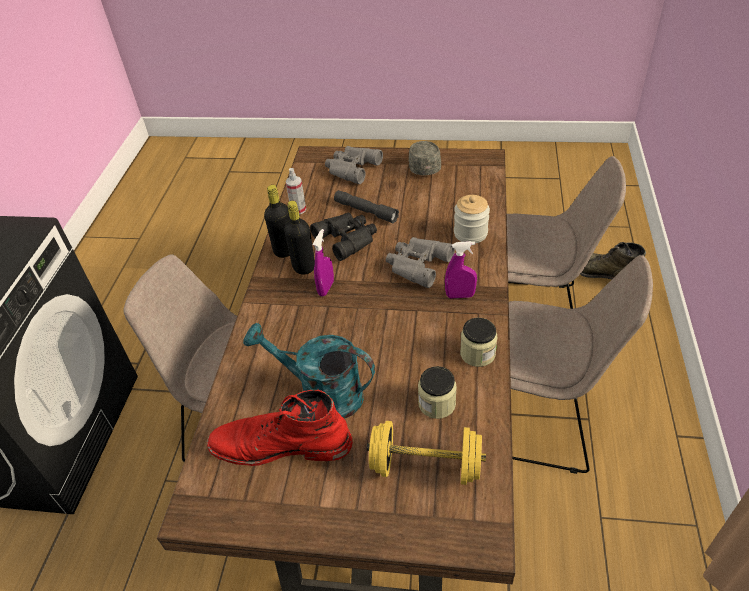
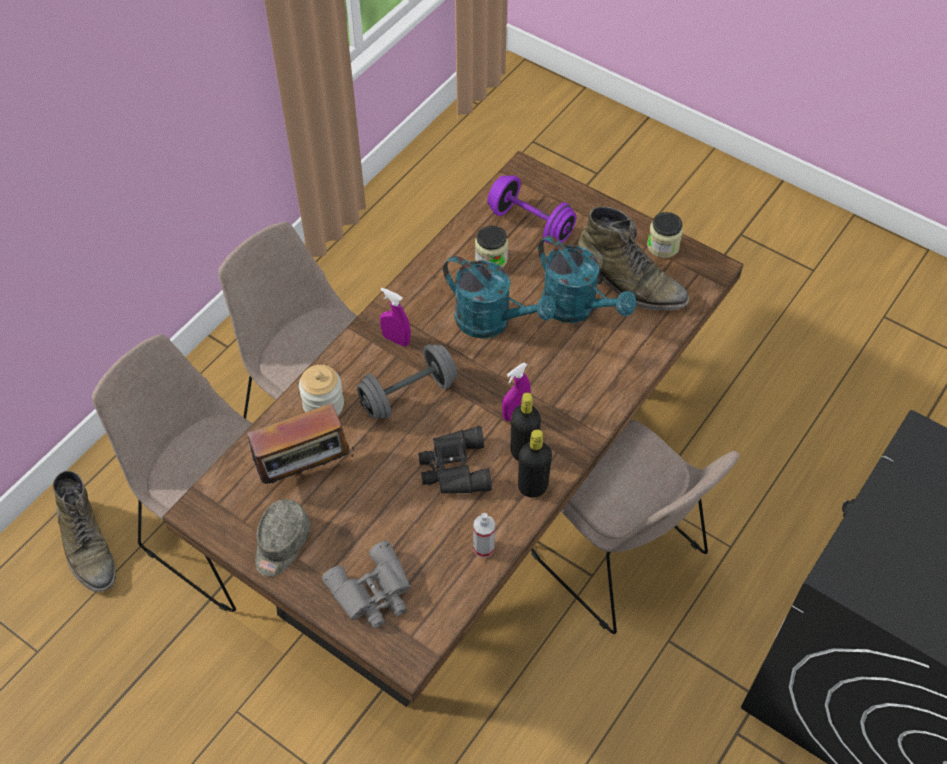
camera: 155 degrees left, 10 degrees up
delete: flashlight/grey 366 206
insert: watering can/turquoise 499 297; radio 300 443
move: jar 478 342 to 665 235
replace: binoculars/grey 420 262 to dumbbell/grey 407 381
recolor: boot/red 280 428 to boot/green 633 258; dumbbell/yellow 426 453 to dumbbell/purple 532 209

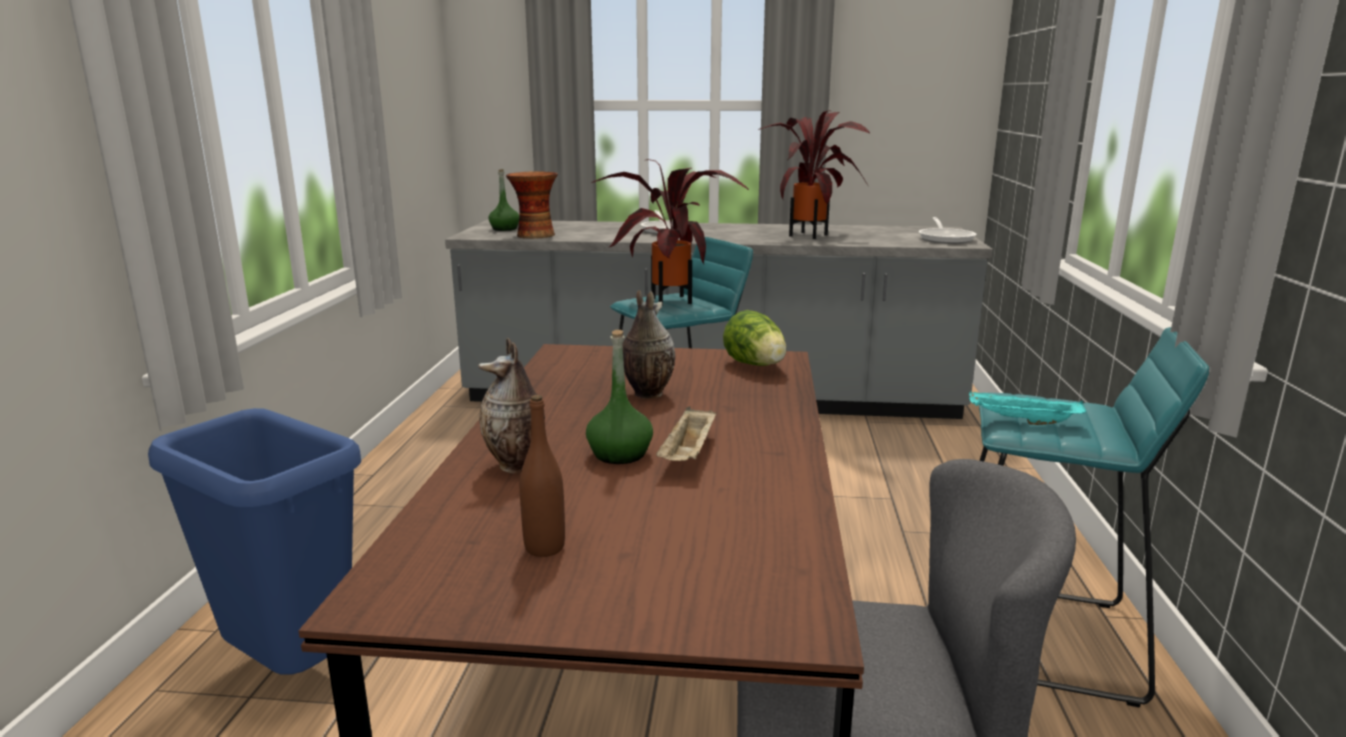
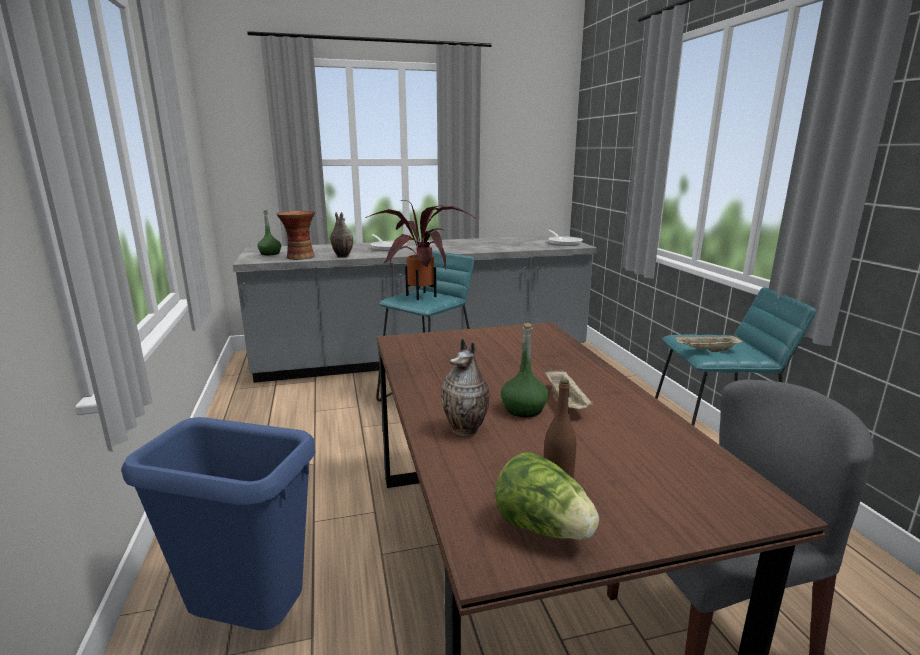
camera: 20 degrees left, 0 degrees up
delete: potted plant 814 174
move: vase 649 344 to 341 235; lettuce 755 338 to 547 496
recolor: tray/turquoise 1027 408 to tray/beige 708 343

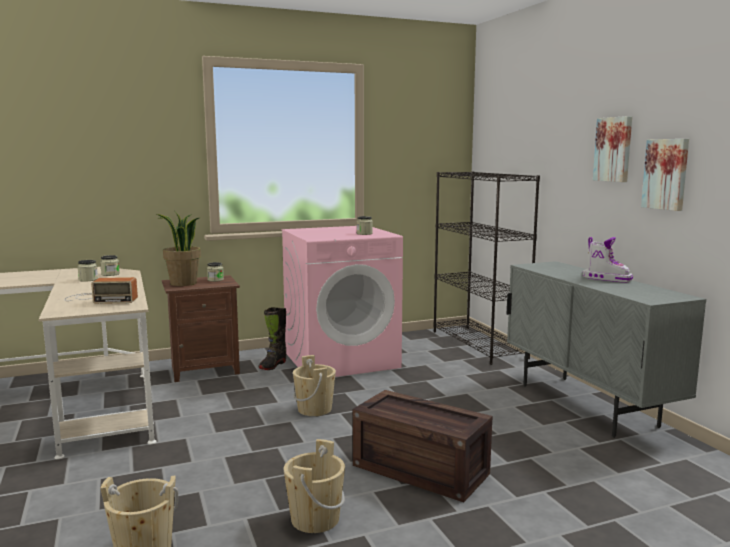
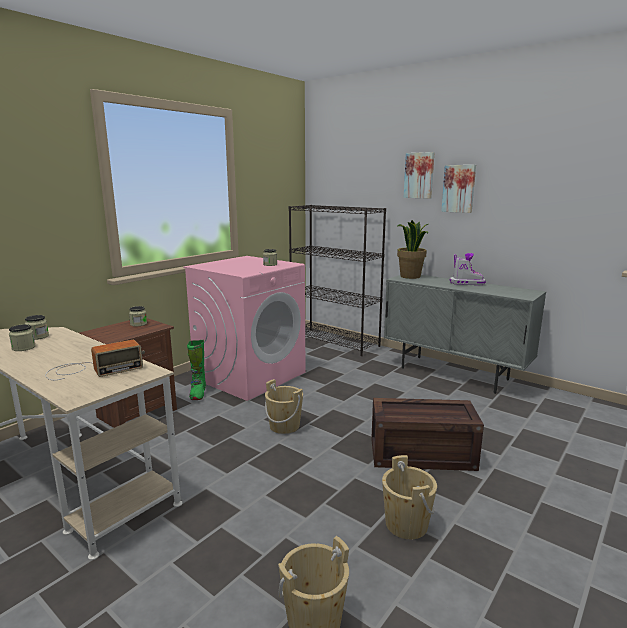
camera: 30 degrees left, 5 degrees up
move: picture 665 175 to 419 175; potted plant 179 249 to 412 249
recolor: boot/black 272 338 to boot/green 196 370

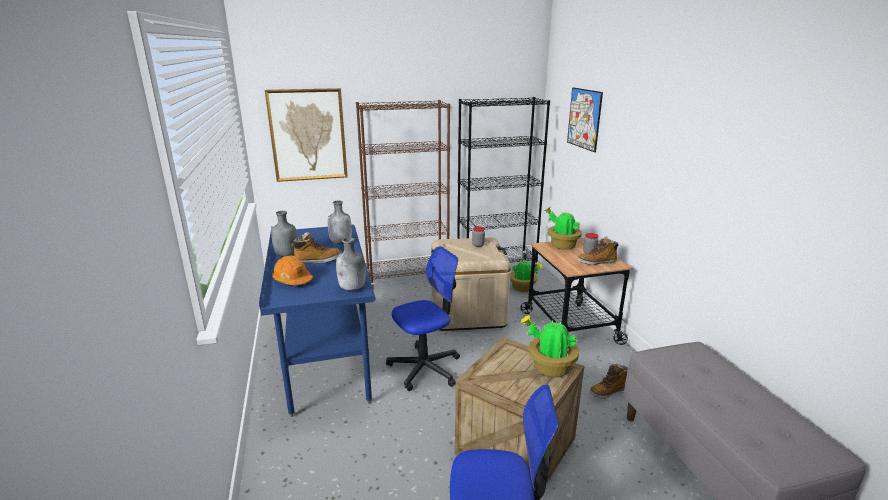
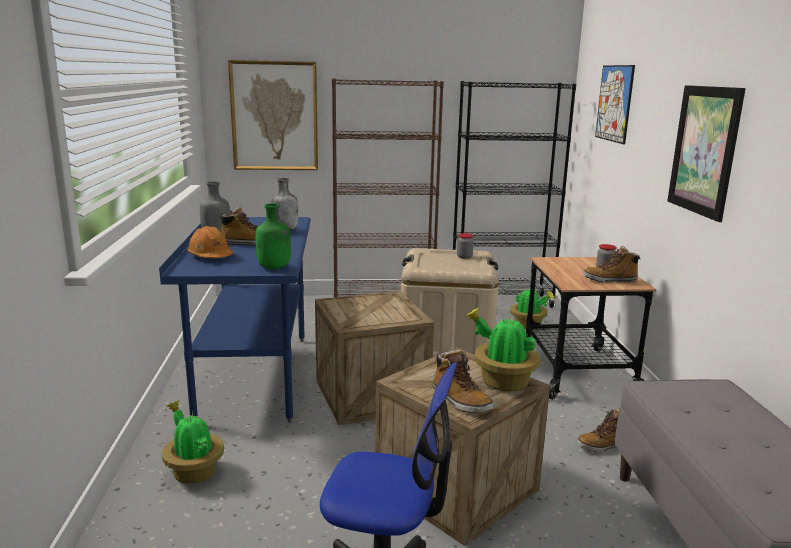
camera: 10 degrees right, 5 degrees down
insert: picture 706 153; boot 462 381
move: potted plant 563 228 to 193 442
replace: office chair 423 318 to crate 374 358
recolor: bottle/grey 351 264 to bottle/green 273 236

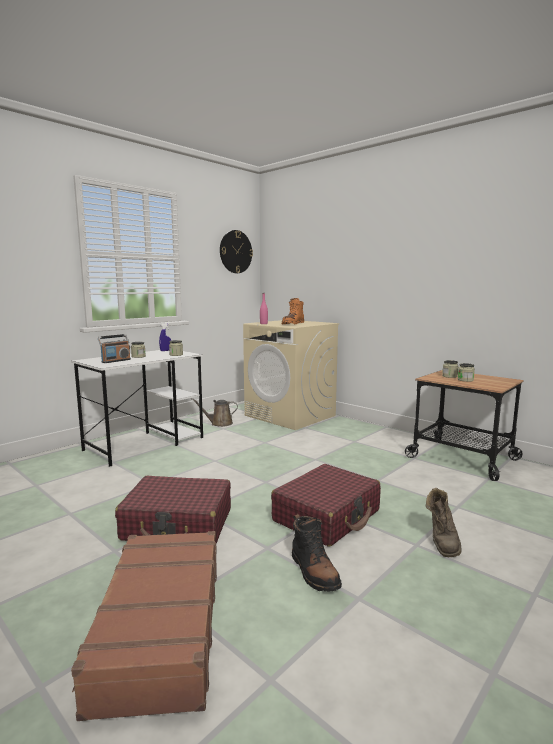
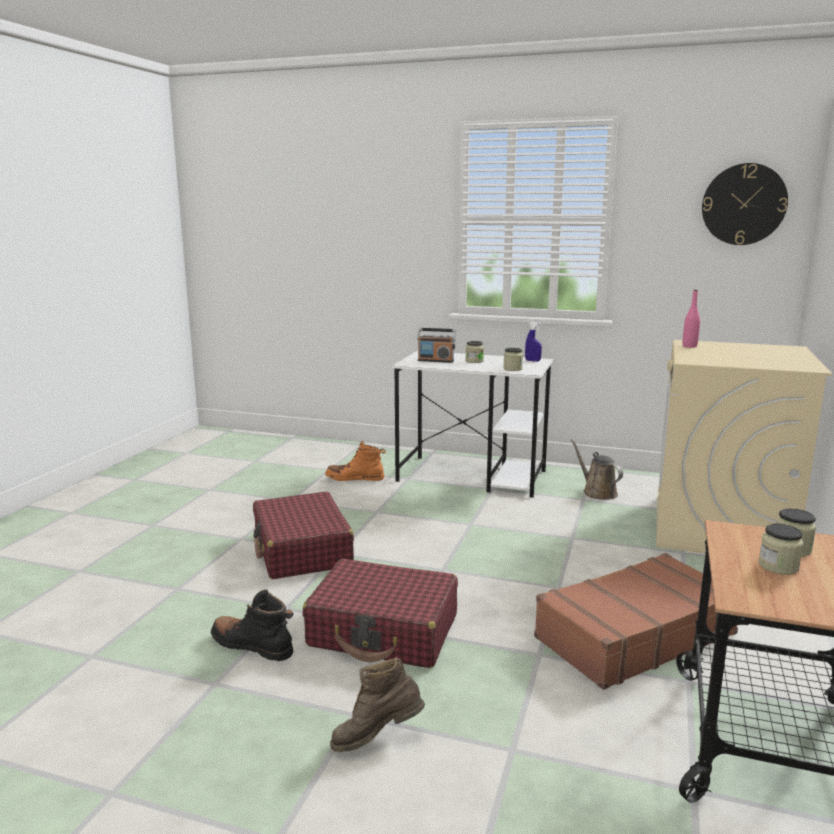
camera: 65 degrees right, 5 degrees up
move: boot/orange 293 311 to 355 461; suitcase/brown 144 626 to 636 621
rotate: boot/black 317 553 = 252 625 75 degrees clockwise

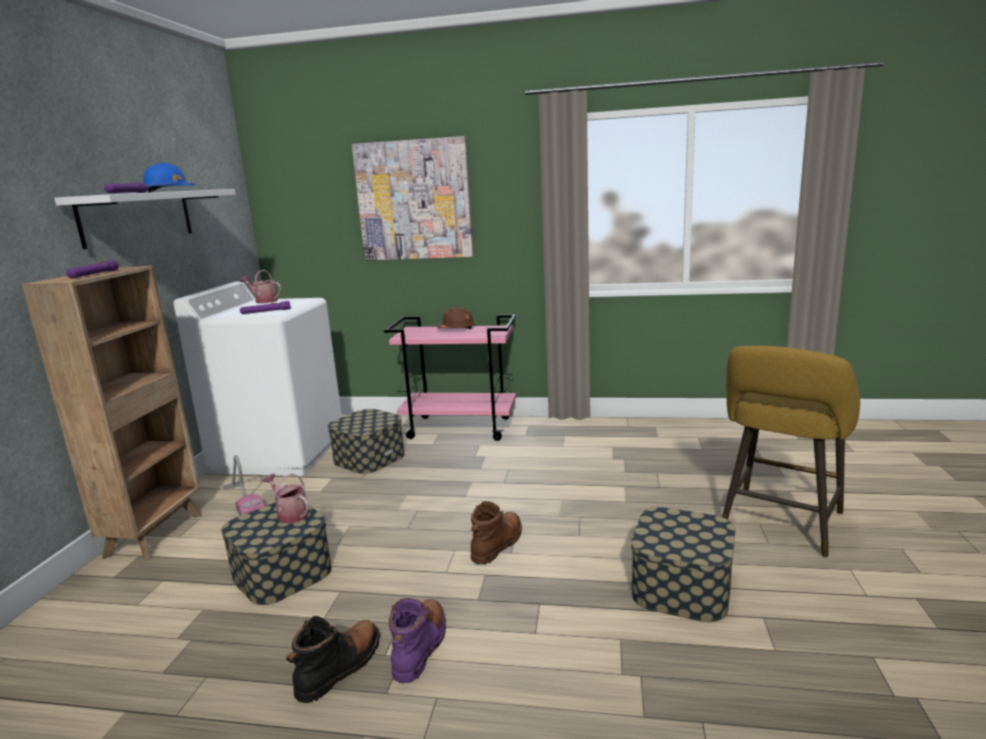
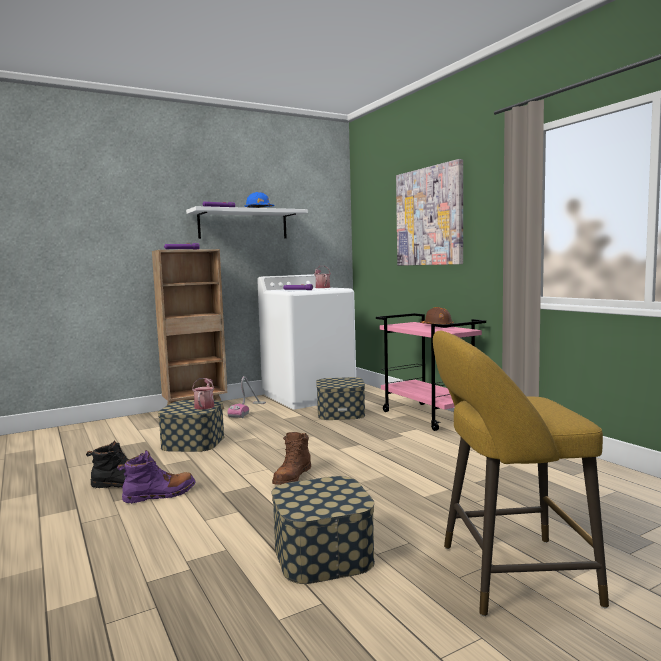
camera: 50 degrees right, 10 degrees down
rotate: boot/brown 496 532 = 291 458 120 degrees clockwise

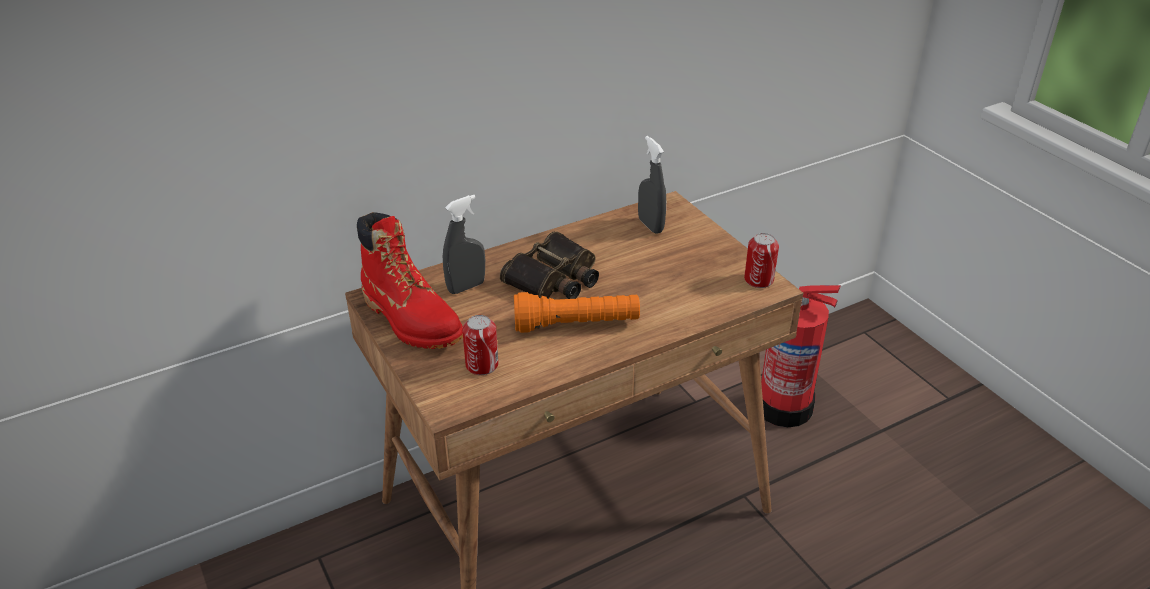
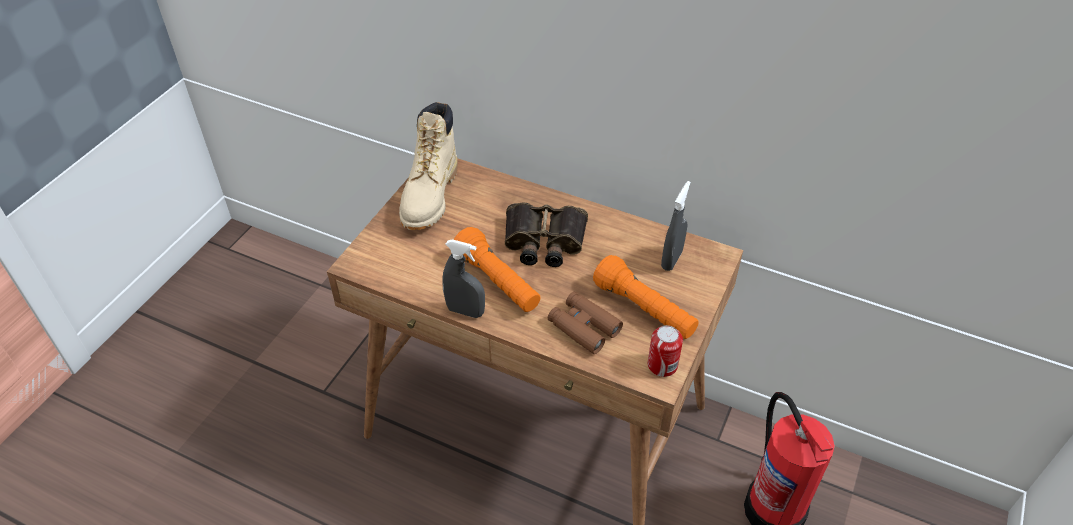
camera: 55 degrees right, 10 degrees up
delete: can 480 345
insert: flashlight/orange 646 297; binoculars/brown 585 323
move: spray bottle/grey 464 244 to 464 279
recolor: boot/red 410 280 to boot/beige 428 166

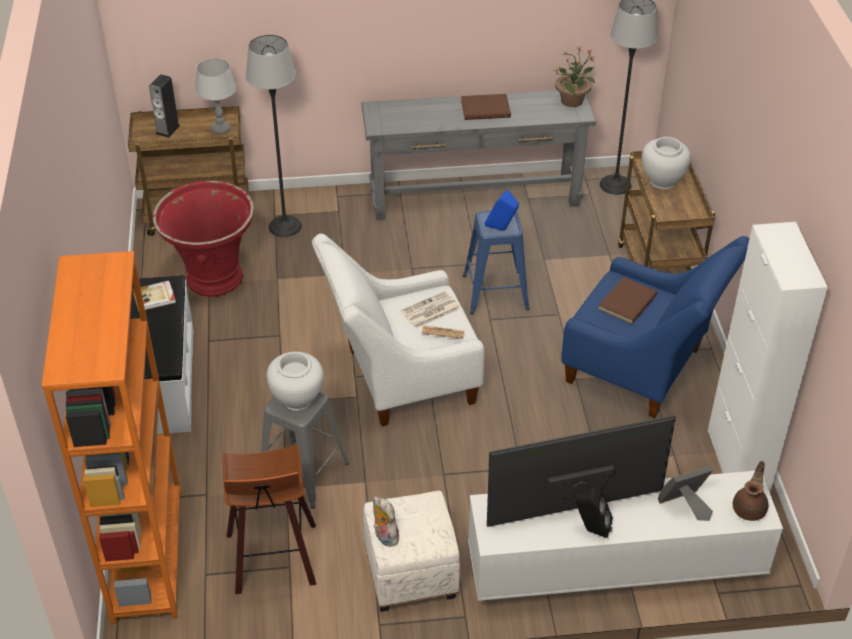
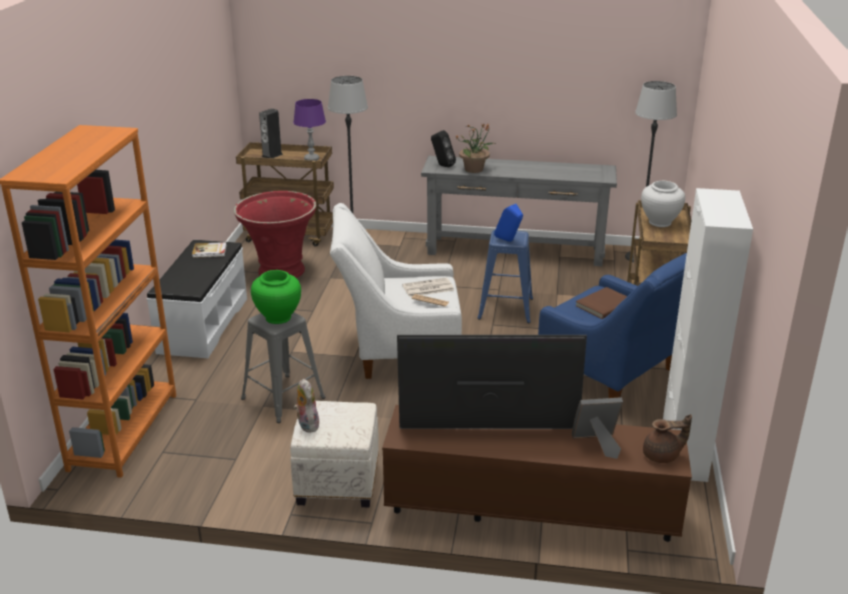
camera: 15 degrees right, 15 degrees down
delete: book/brown 486 107; stool 269 519
move: potted plant 575 77 to 475 148; speaker/black 594 512 to 443 148
recolor: table lamp/grey 215 96 to table lamp/purple 309 130; vase/white 295 381 to vase/green 276 297; tv stand/white 625 536 to tv stand/brown 537 473
rotate: teapot/brown 750 491 = 667 438 45 degrees clockwise

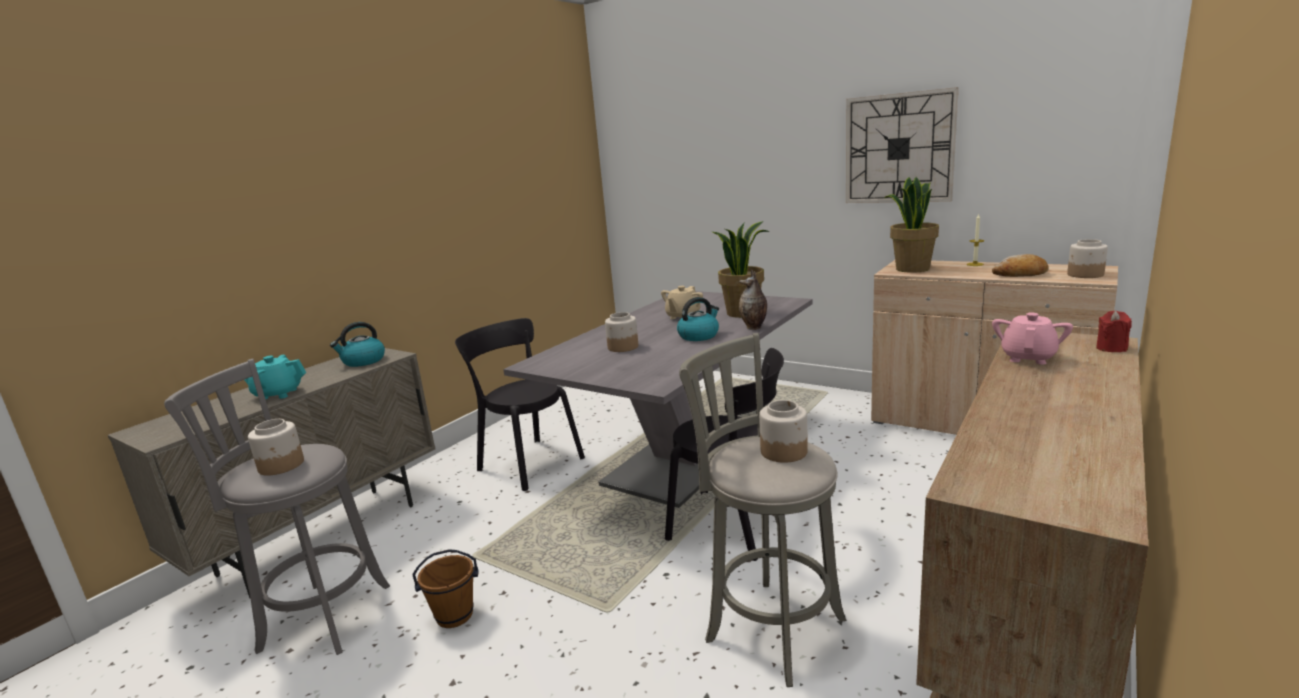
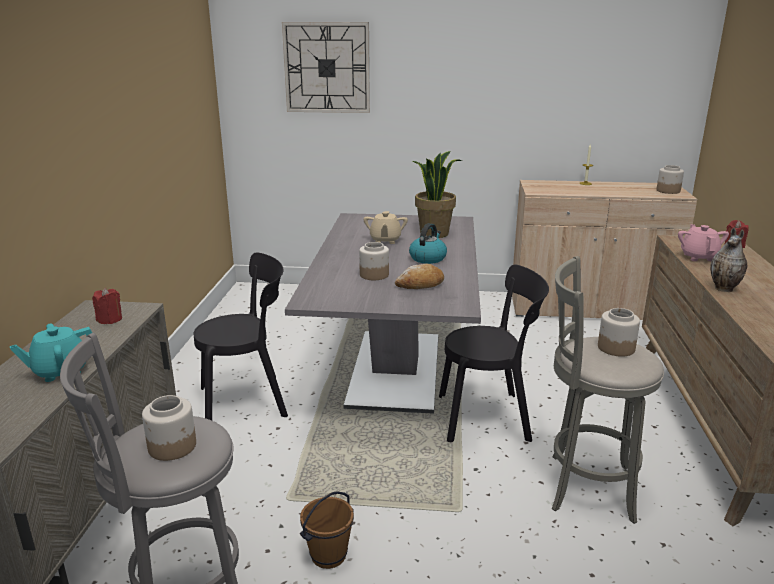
camera: 30 degrees left, 5 degrees up
delete: potted plant 912 225
move: wall clock 902 145 to 326 67; bread 1020 265 to 419 276; vase 753 300 to 728 260
replace: kettle 357 344 to candle/red 107 305
rotate: chair/black 520 404 = 241 336 150 degrees clockwise

